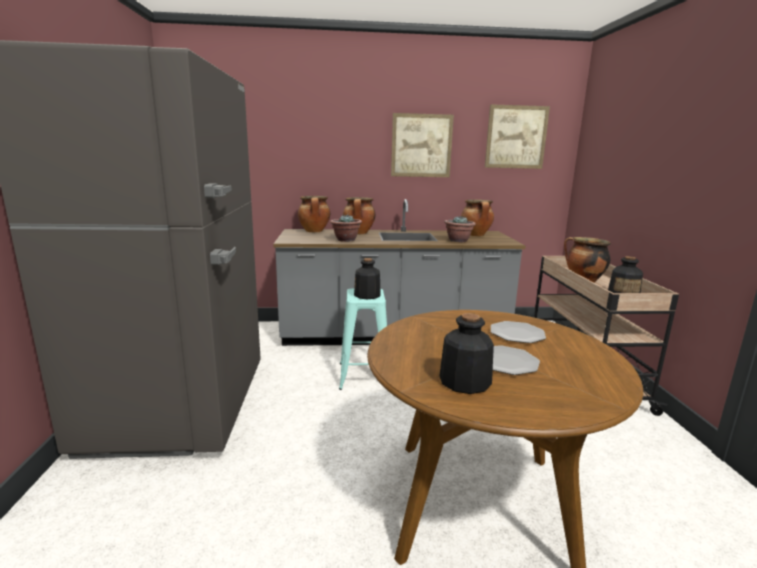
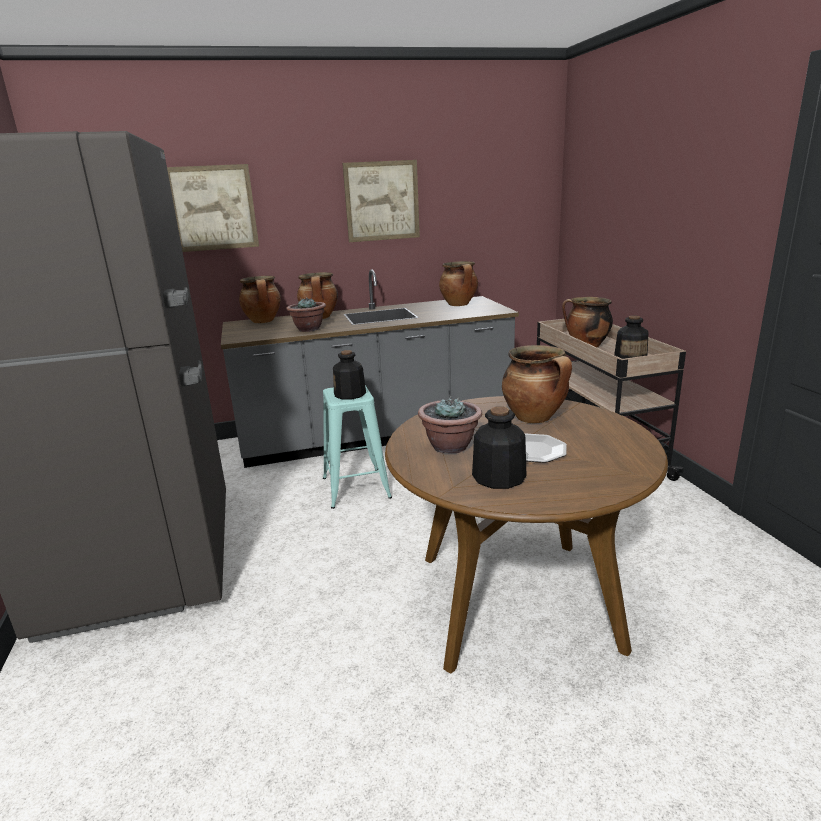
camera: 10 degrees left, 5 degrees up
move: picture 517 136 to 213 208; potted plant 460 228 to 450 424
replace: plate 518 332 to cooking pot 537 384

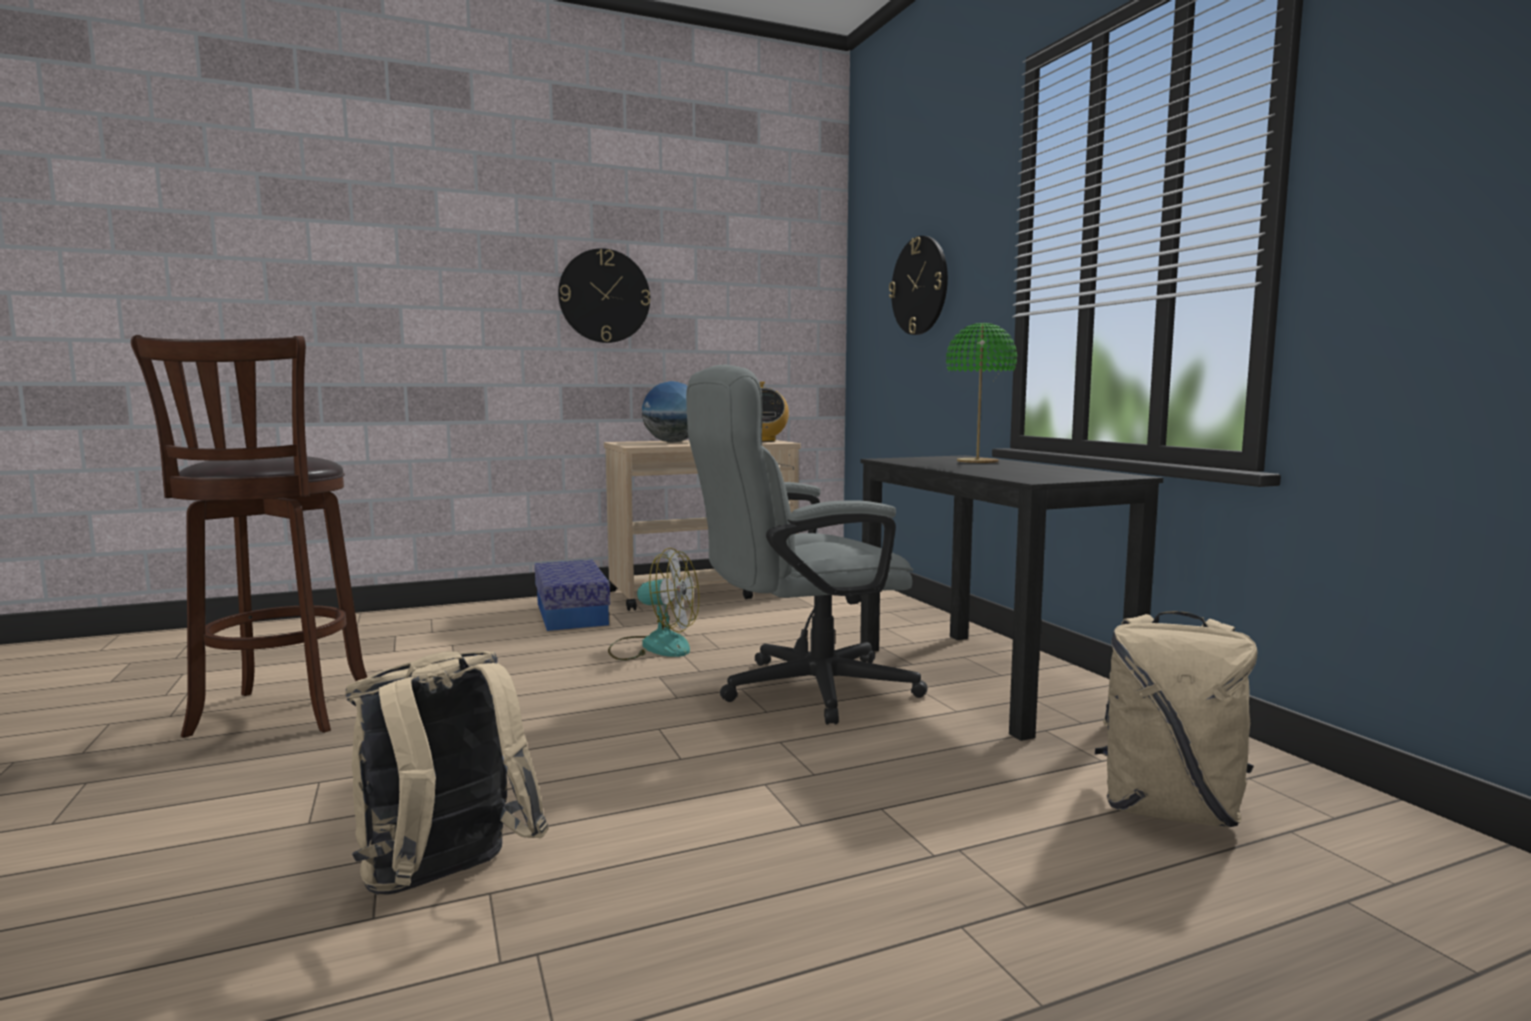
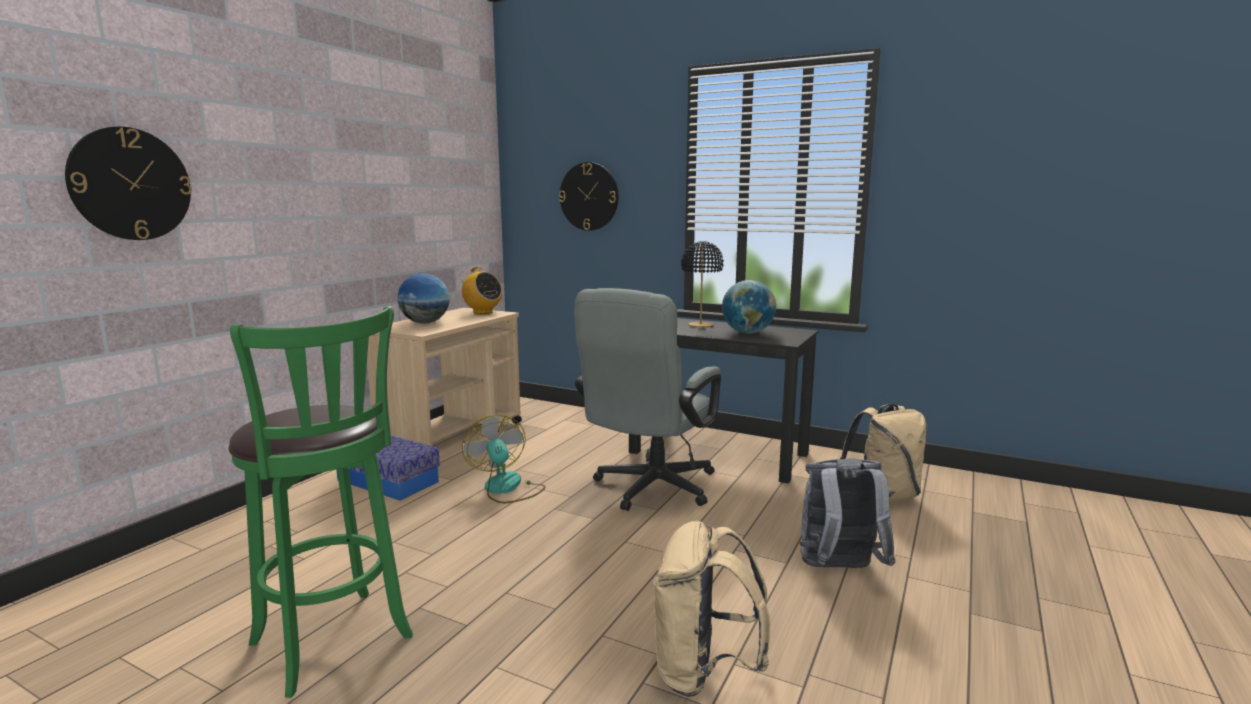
camera: 40 degrees left, 5 degrees up
insert: globe 749 306; backpack/grey 847 513
move: wall clock 604 295 to 128 183
recolor: table lamp/green 981 393 to table lamp/black 702 284; stool/brown 249 536 to stool/green 320 502
rotate: fan 653 604 = 504 459 90 degrees counterclockwise

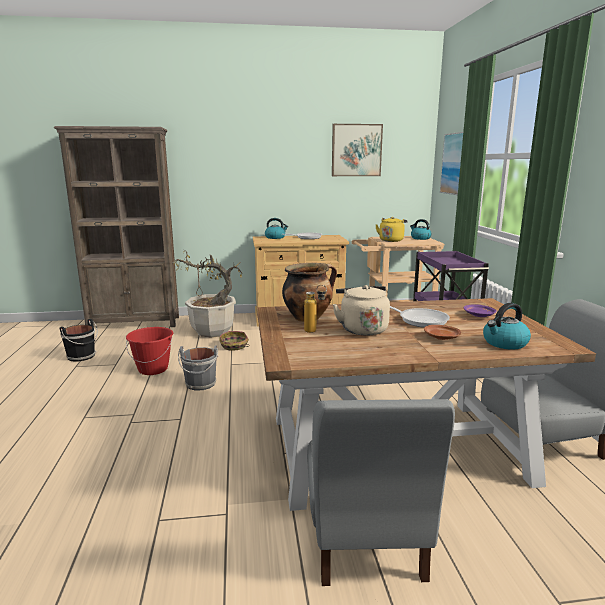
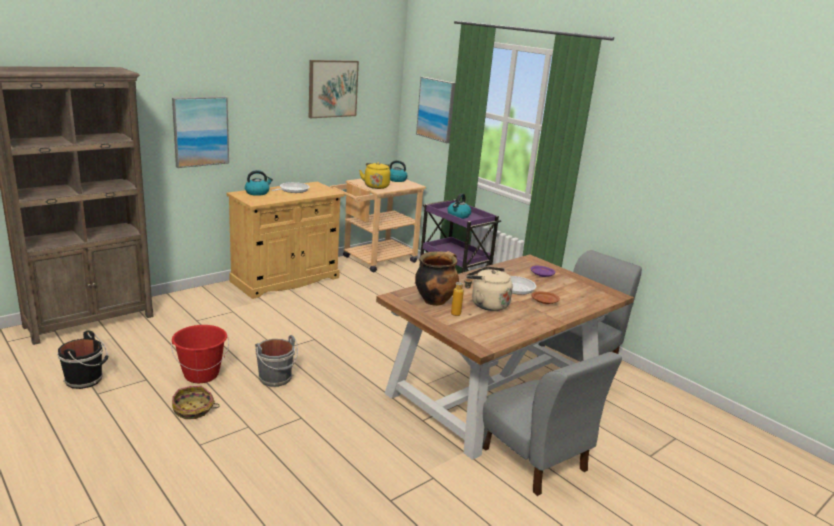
camera: 35 degrees left, 5 degrees up
delete: potted plant 207 293
insert: picture 200 132
move: kettle 507 326 to 459 206; basket 234 341 to 196 402

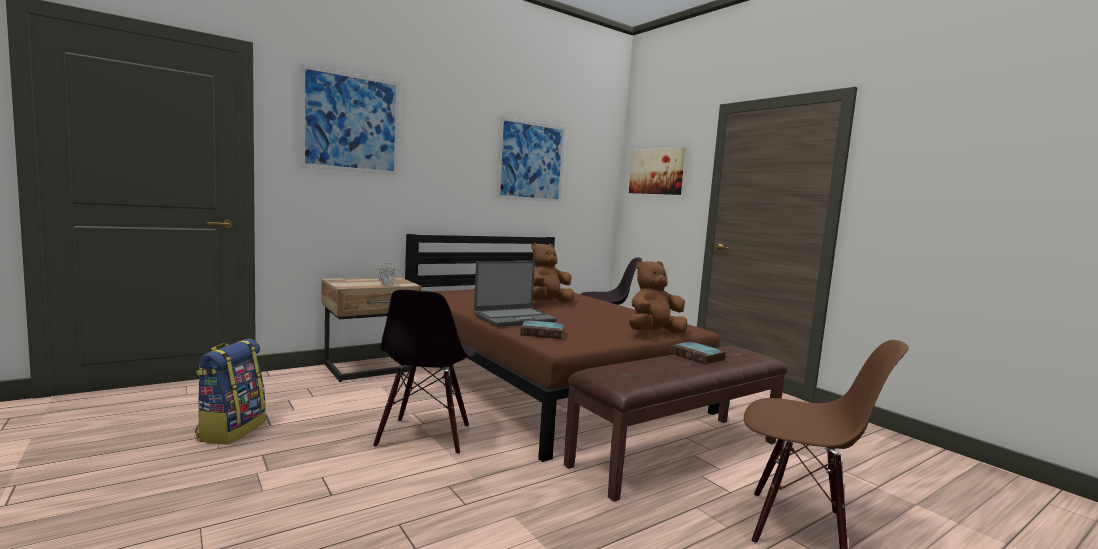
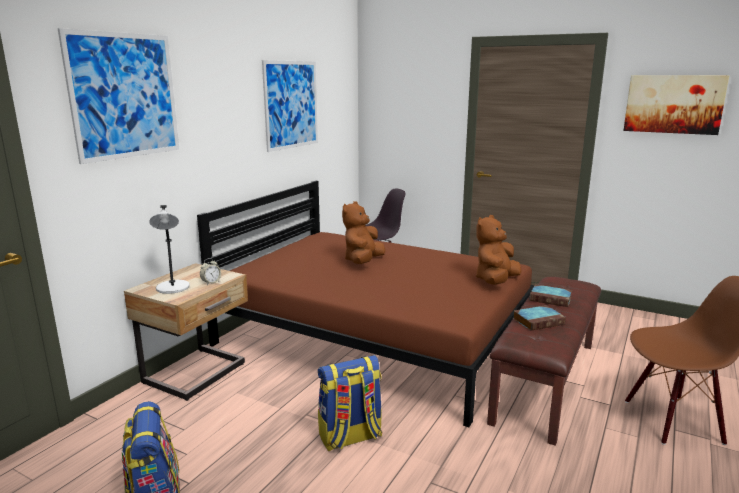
camera: 25 degrees left, 10 degrees up
delete: laptop 515 294
insert: table lamp/grey 169 249
move: picture 657 171 to 676 105; book 542 329 to 539 318
replace: chair/black 425 372 to backpack 350 403

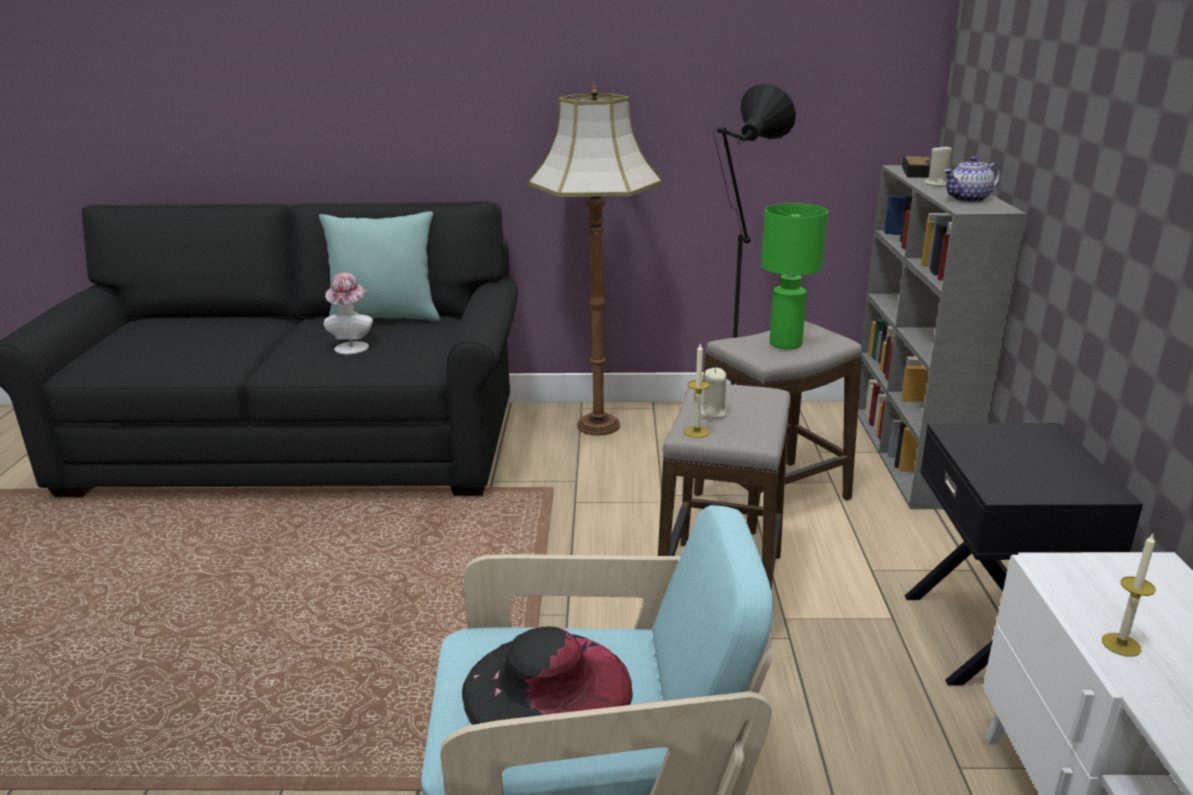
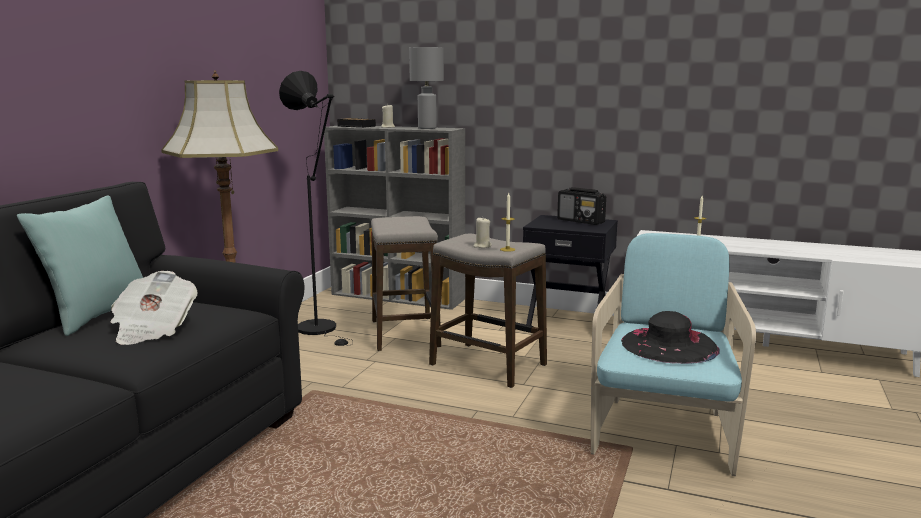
camera: 70 degrees left, 10 degrees down
delete: table lamp/green 794 276
insert: radio 581 206
replace: teapot 972 179 to table lamp/grey 426 88; hat 348 314 to newspaper 154 308

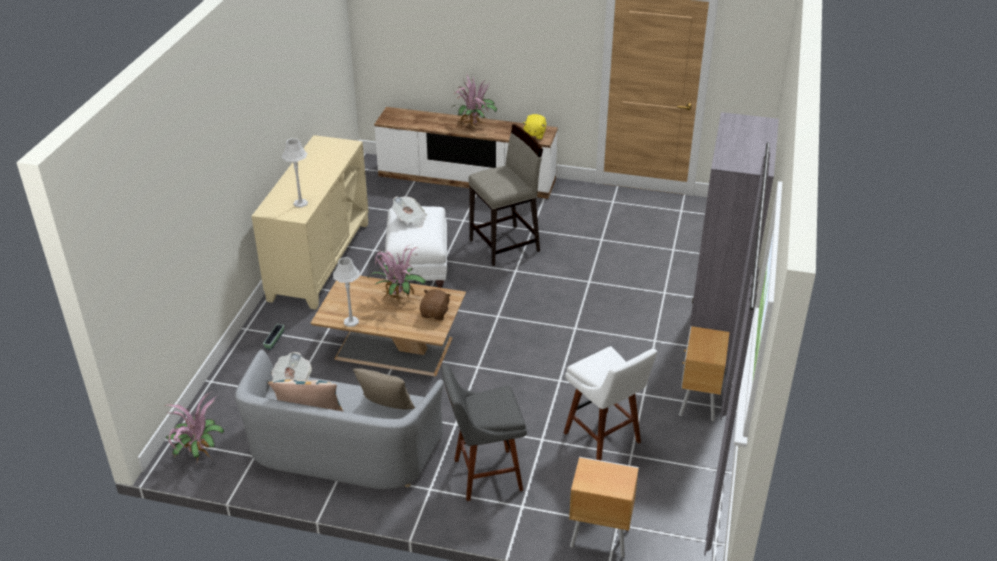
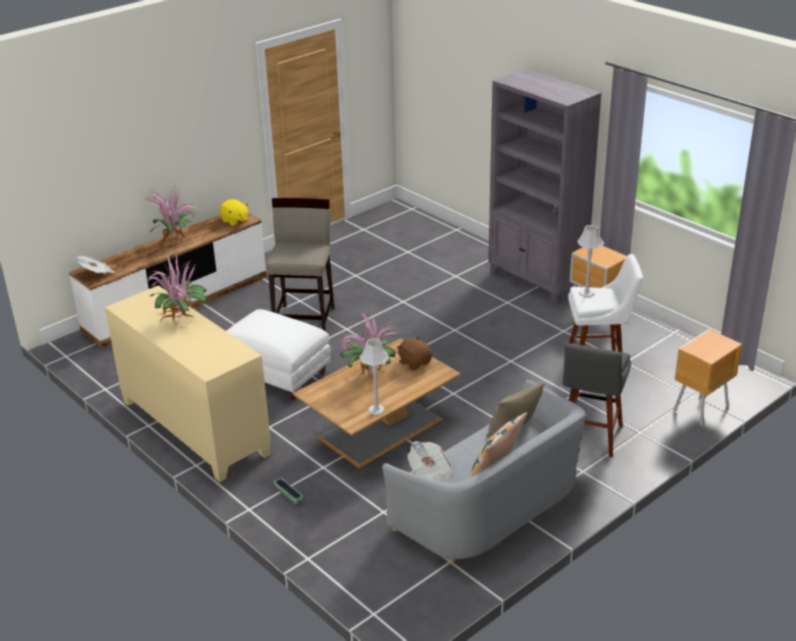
camera: 55 degrees left, 5 degrees down
move: table lamp/grey 294 172 to 590 261; newspaper 409 211 to 94 265; potted plant 194 426 to 176 287

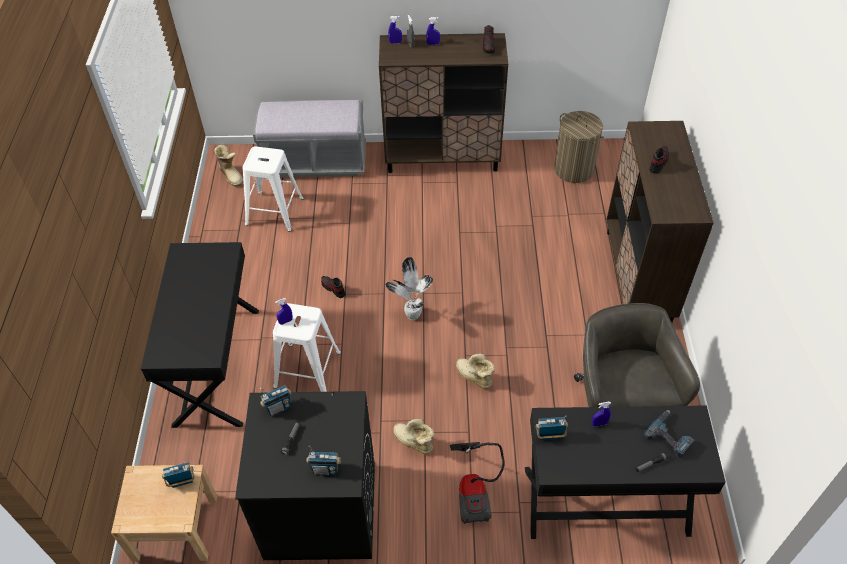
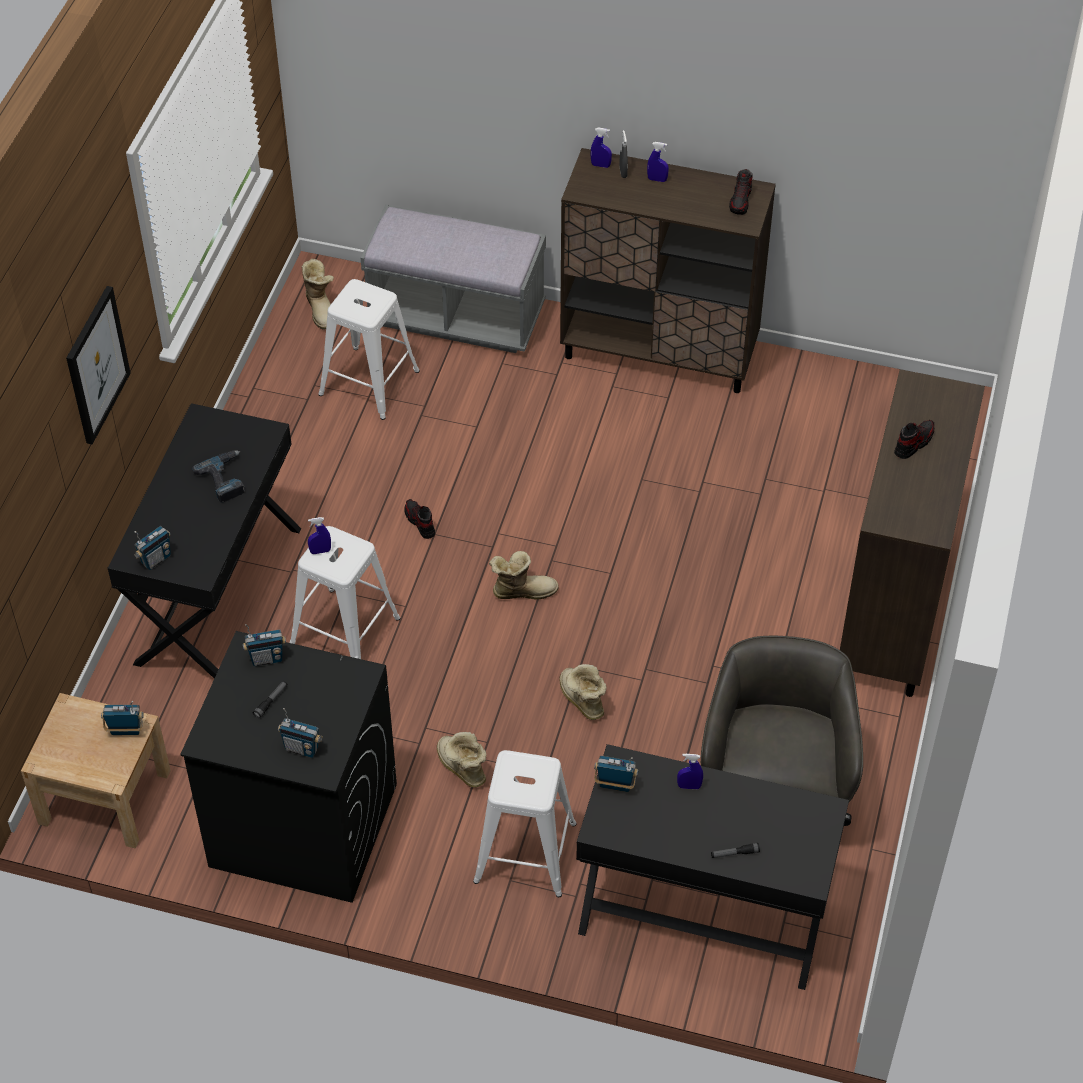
camera: 15 degrees right, 0 degrees up
delete: laundry basket 579 147
insert: picture 98 365; radio 152 548
move: power drill 669 434 to 218 476
replace: potted plant 409 288 to boot 524 575; vacuum cleaner 477 483 to stool/white 525 823

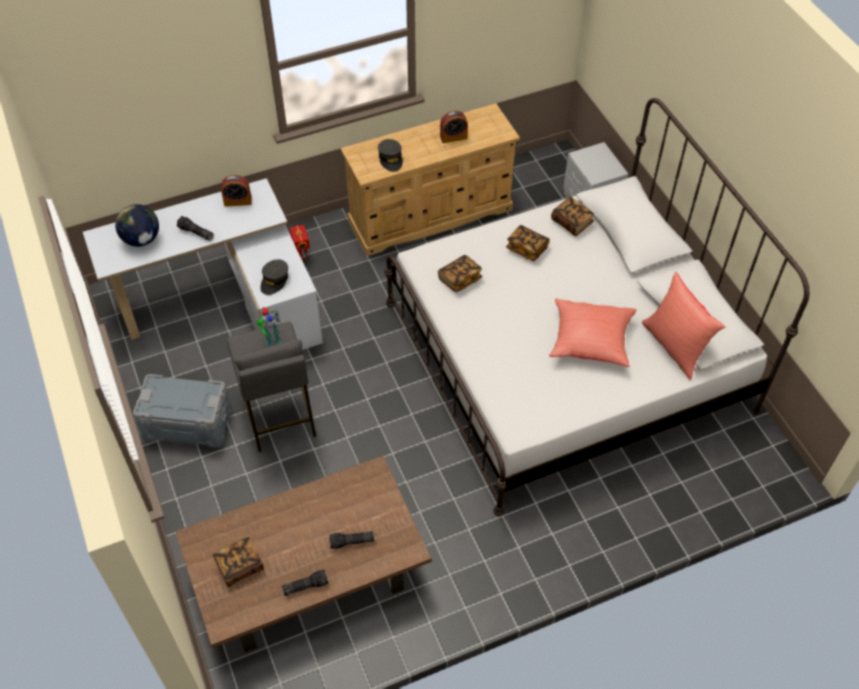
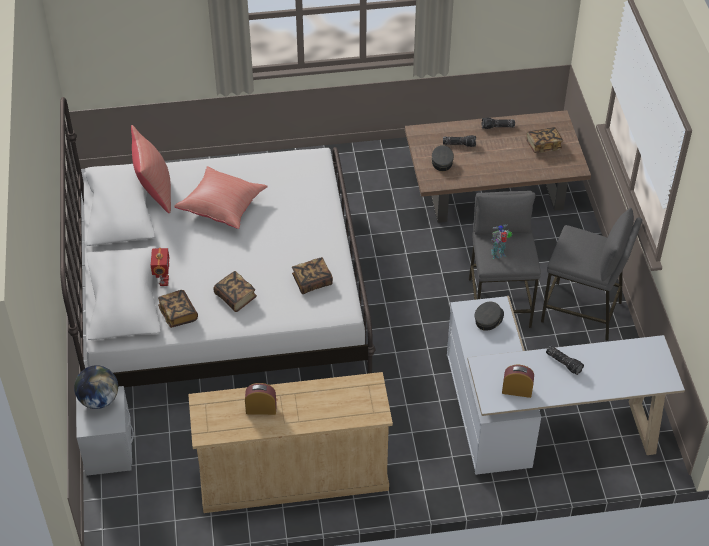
camera: 165 degrees left, 5 degrees down
move: cap/grey 390 155 to 443 158; globe 137 225 to 96 387; toy robot 300 242 to 160 267
replace: storage box/grey 182 411 to stool/grey 591 274

